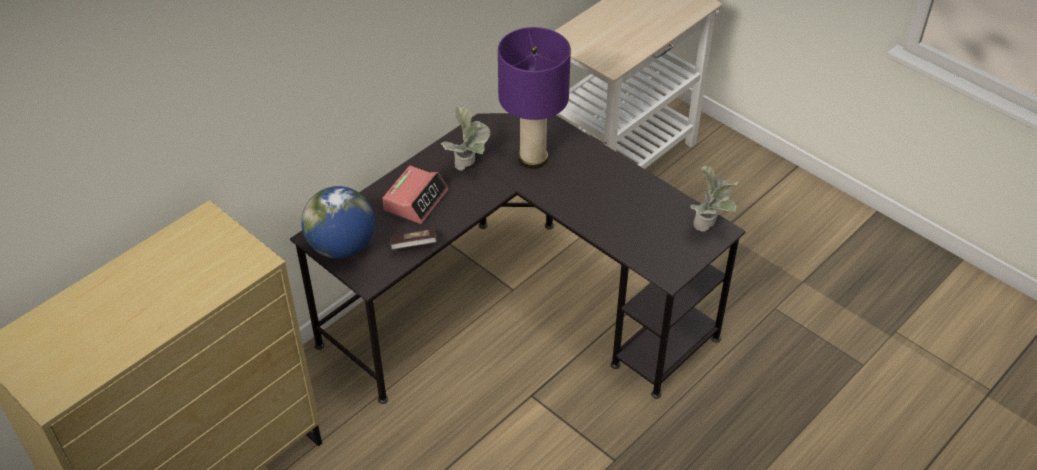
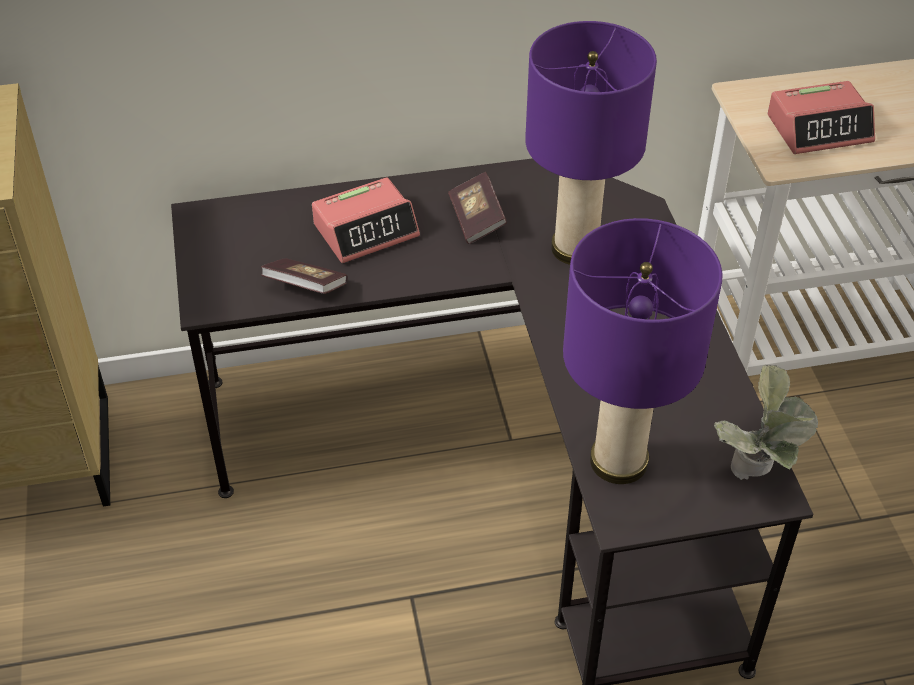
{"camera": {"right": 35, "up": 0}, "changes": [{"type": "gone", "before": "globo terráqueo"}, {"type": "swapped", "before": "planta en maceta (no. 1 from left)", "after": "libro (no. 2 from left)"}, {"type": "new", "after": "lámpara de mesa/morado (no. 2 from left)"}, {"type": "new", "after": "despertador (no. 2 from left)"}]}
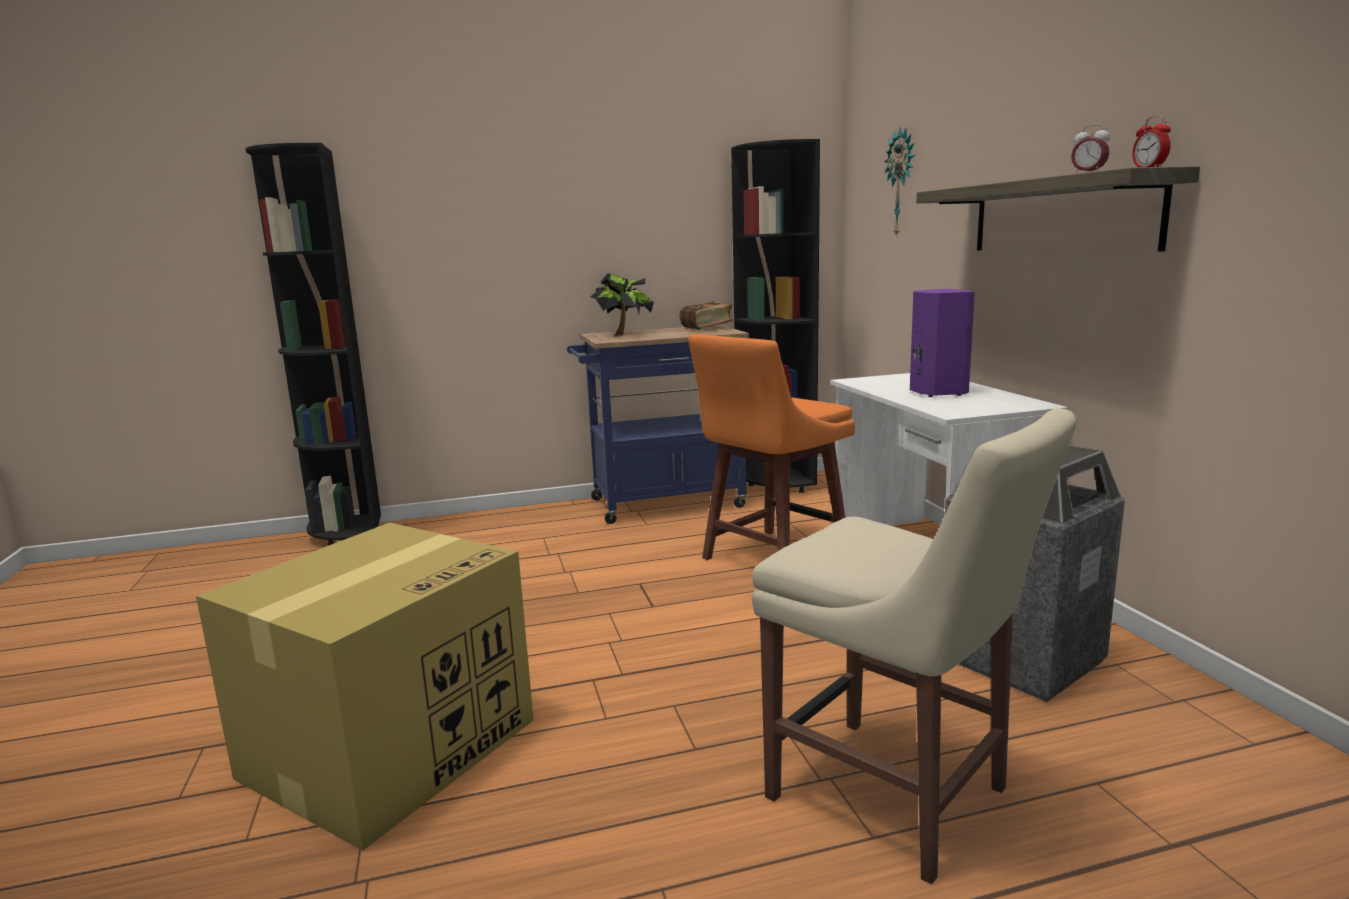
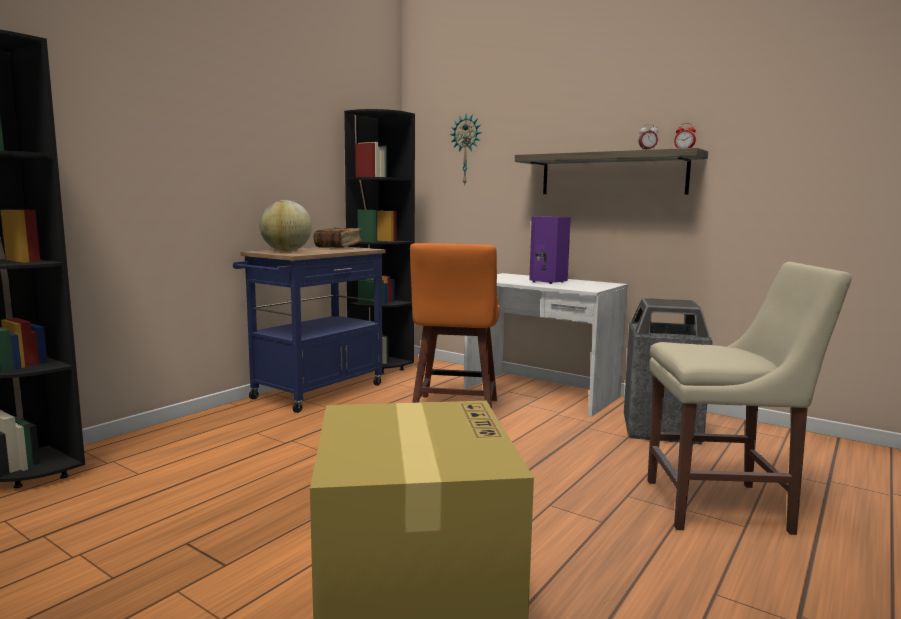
{"camera": {"right": -40, "up": -5}, "changes": [{"type": "swapped", "before": "planta en maceta", "after": "globo terráqueo"}]}
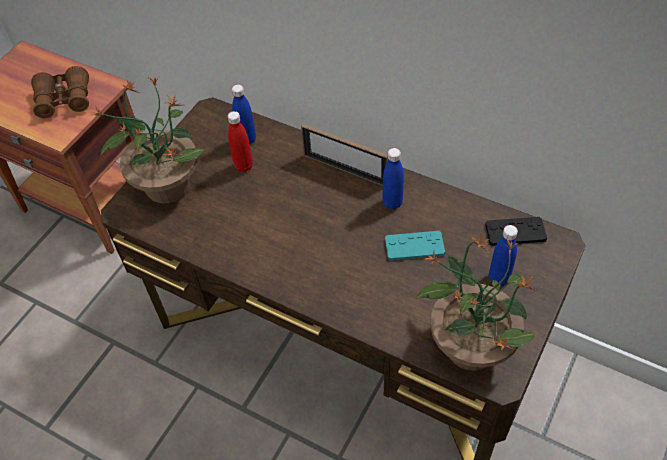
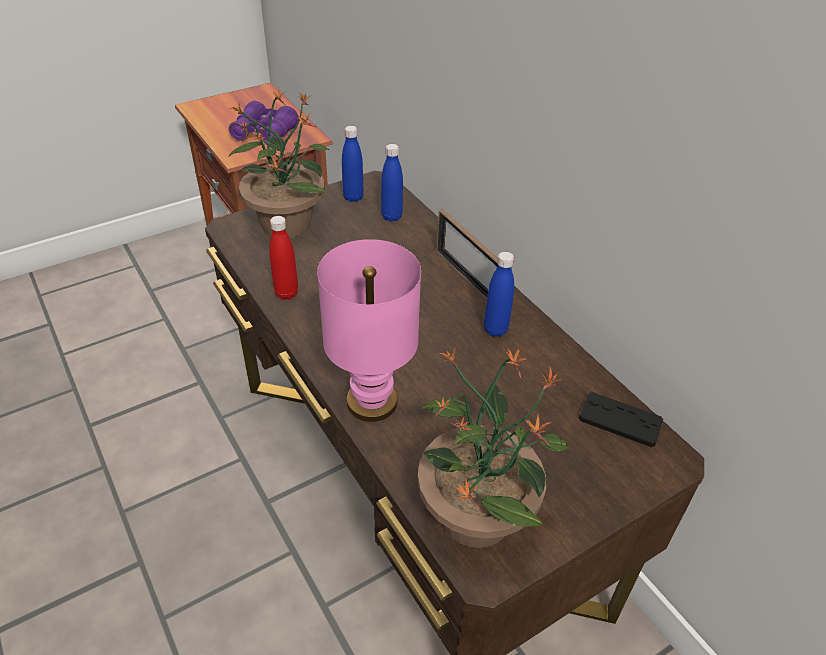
{"camera": {"right": 25, "up": -10}, "changes": [{"type": "repainted", "before": "prismáticos/marrón", "after": "prismáticos/morado"}, {"type": "shifted", "before": "botella/rojo"}, {"type": "gone", "before": "mando de consola/turquesa"}, {"type": "shifted", "before": "botella/azul (no. 3 from left in the first image)", "after": "botella/azul (no. 1 from left)"}, {"type": "new", "after": "lámpara de mesa/rosa"}]}
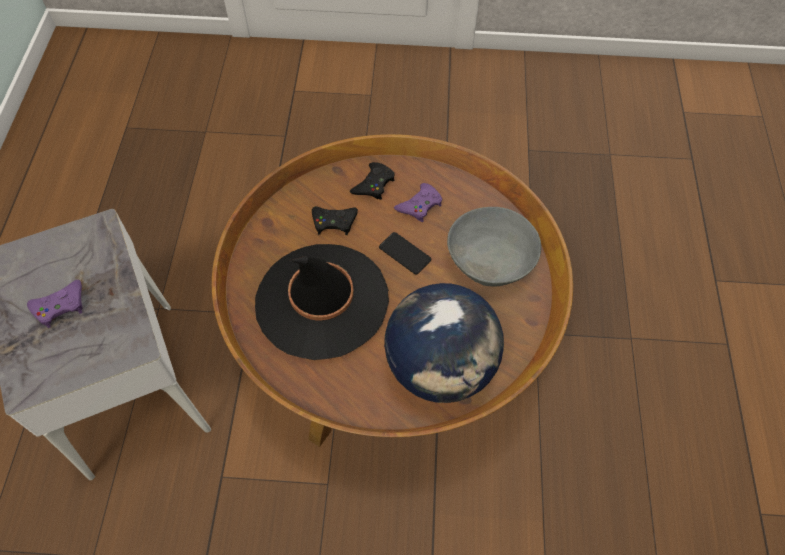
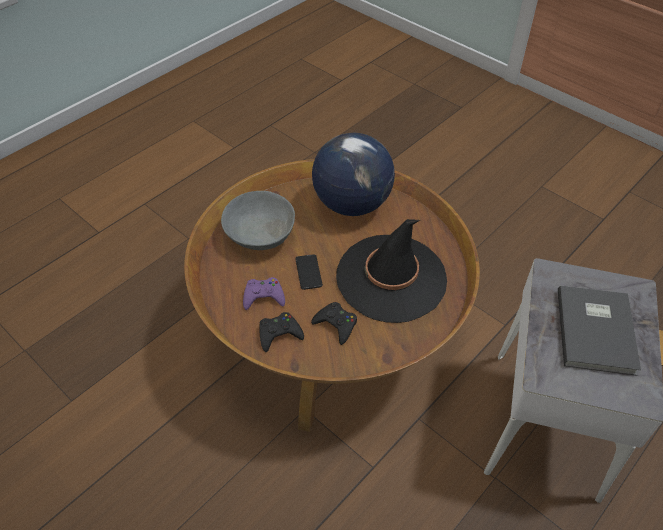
{"camera": {"right": -140, "up": -10}, "changes": [{"type": "swapped", "before": "mando de consola/morado (no. 1 from left)", "after": "libro/gris"}]}
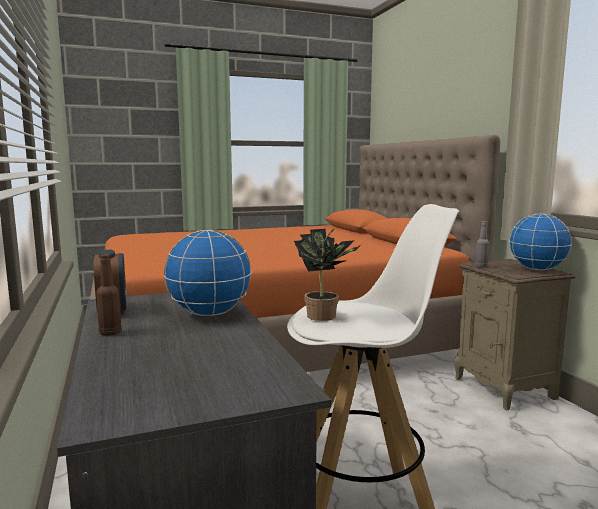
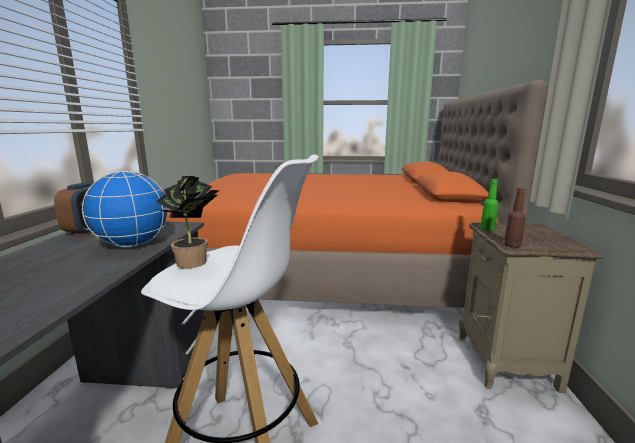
{"camera": {"right": 25, "up": 5}, "changes": [{"type": "shifted", "before": "botella/marrón"}, {"type": "repainted", "before": "botella/gris", "after": "botella/verde"}, {"type": "gone", "before": "globo terráqueo (no. 2 from left)"}]}
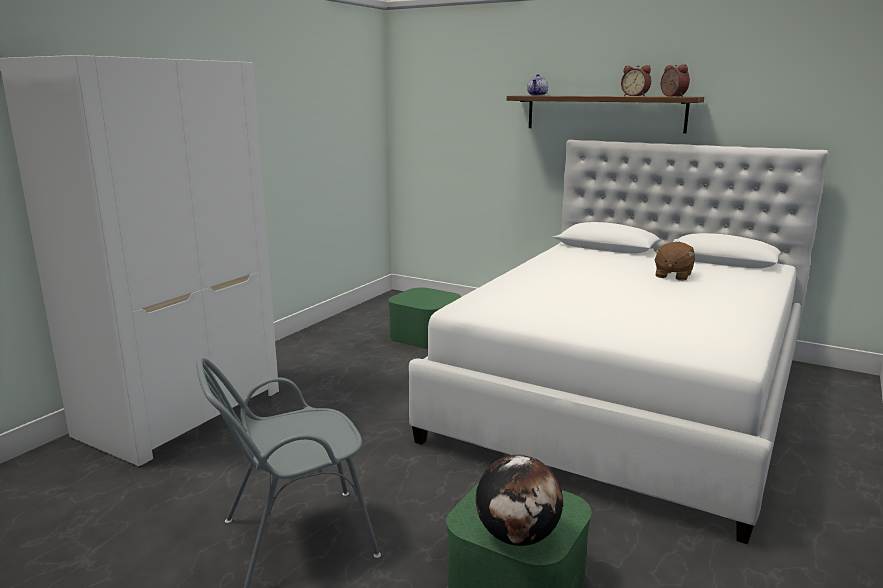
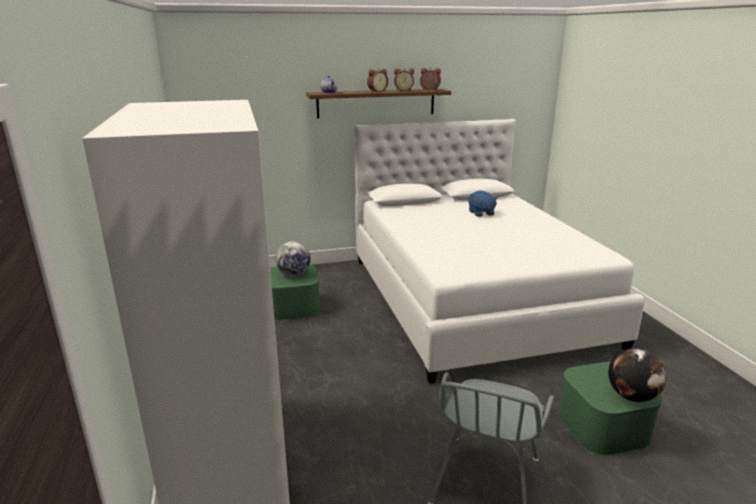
{"camera": {"right": -45, "up": 5}, "changes": [{"type": "repainted", "before": "peluche/marrón", "after": "peluche/azul"}, {"type": "new", "after": "globo terráqueo (no. 1 from left)"}, {"type": "new", "after": "despertador (no. 1 from left)"}]}
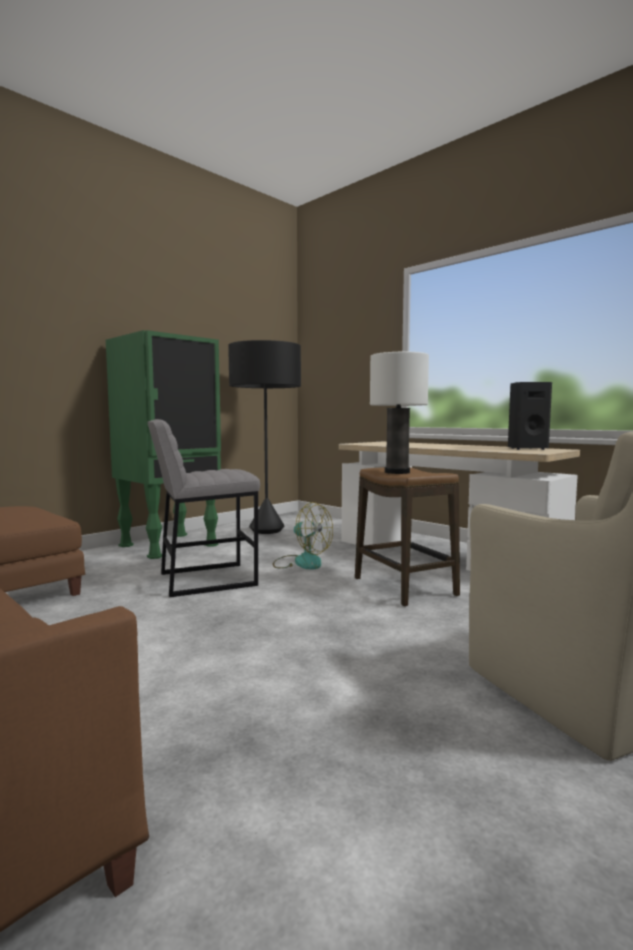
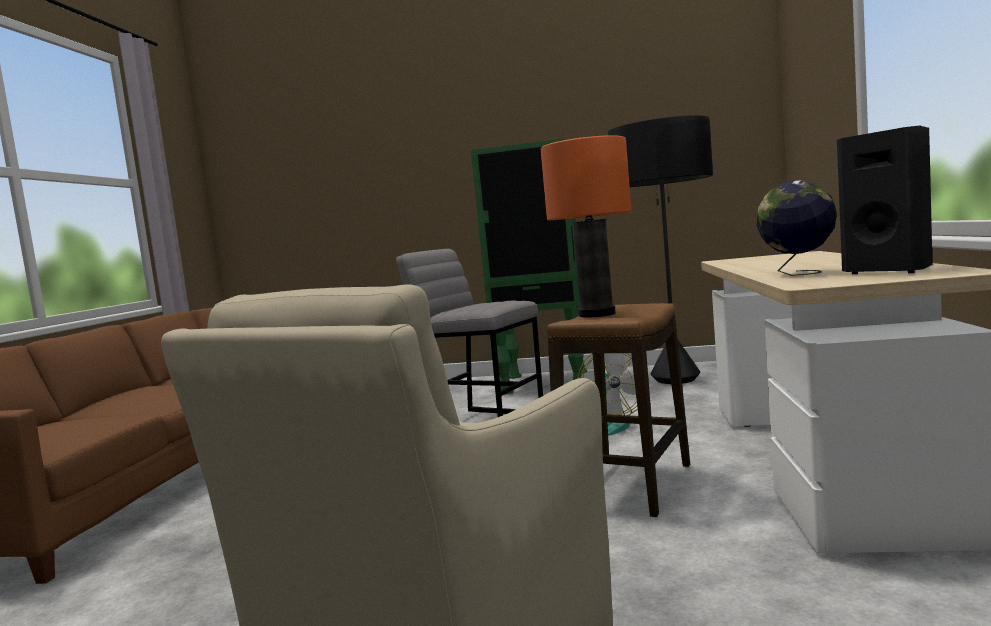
{"camera": {"right": 55, "up": 0}, "changes": [{"type": "repainted", "before": "lámpara de mesa/blanco", "after": "lámpara de mesa/naranja"}, {"type": "new", "after": "globo terráqueo"}]}
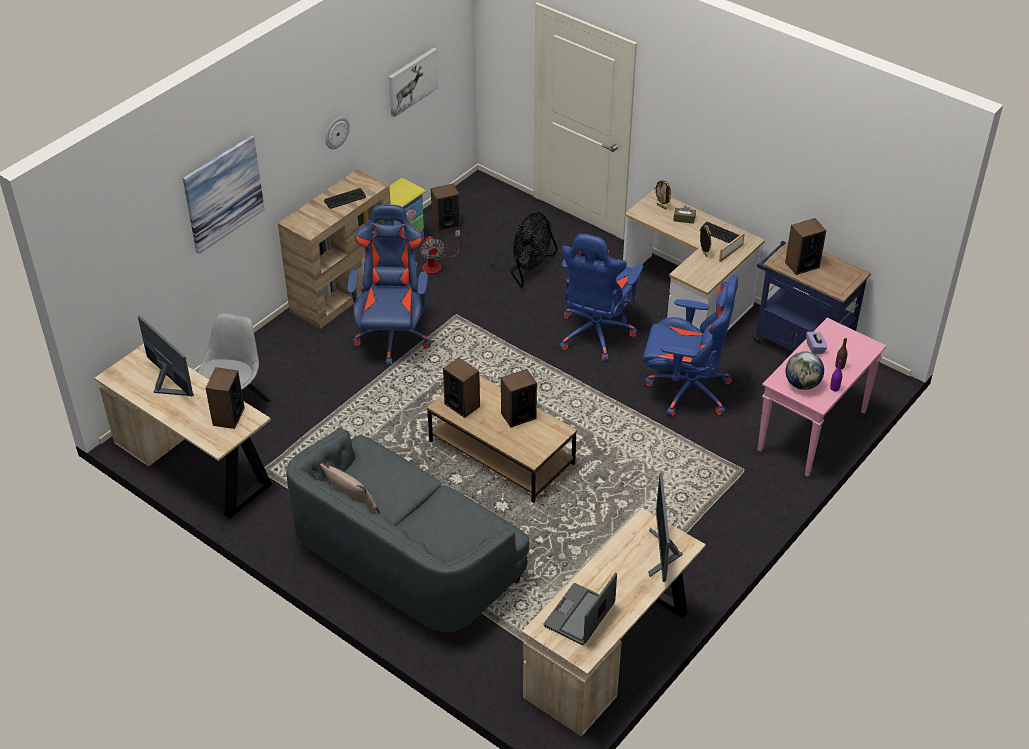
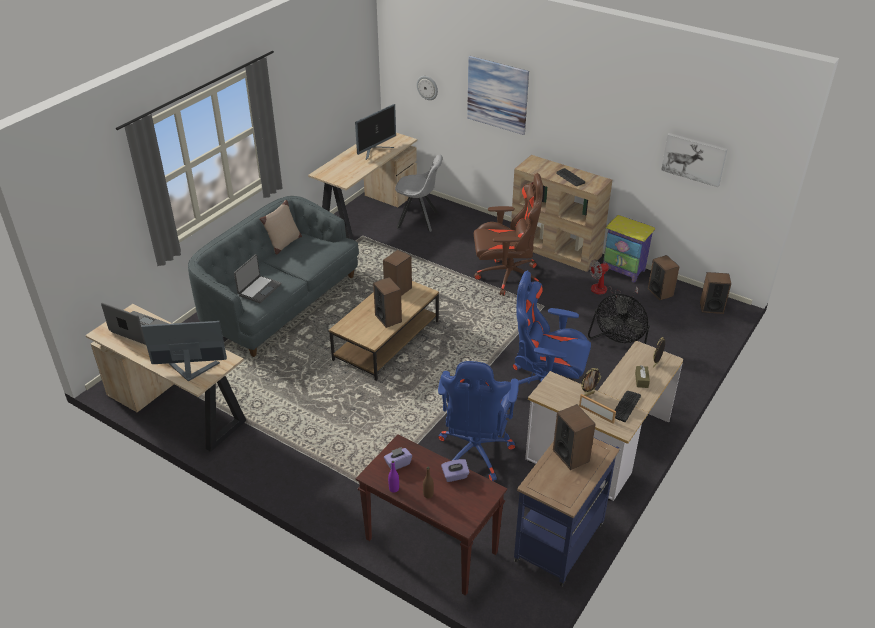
{"camera": {"right": 85, "up": -5}, "changes": [{"type": "shifted", "before": "altavoz (no. 1 from left in the first image)", "after": "altavoz (no. 5 from left)"}, {"type": "shifted", "before": "reloj de pared"}, {"type": "repainted", "before": "silla de oficina/azul (no. 1 from left)", "after": "silla de oficina/marrón"}, {"type": "repainted", "before": "mesa consola/rosa", "after": "mesa consola/marrón"}, {"type": "swapped", "before": "globo terráqueo", "after": "caja de pañuelos/morado (no. 1 from left)"}, {"type": "new", "after": "portátil (no. 2 from left)"}]}
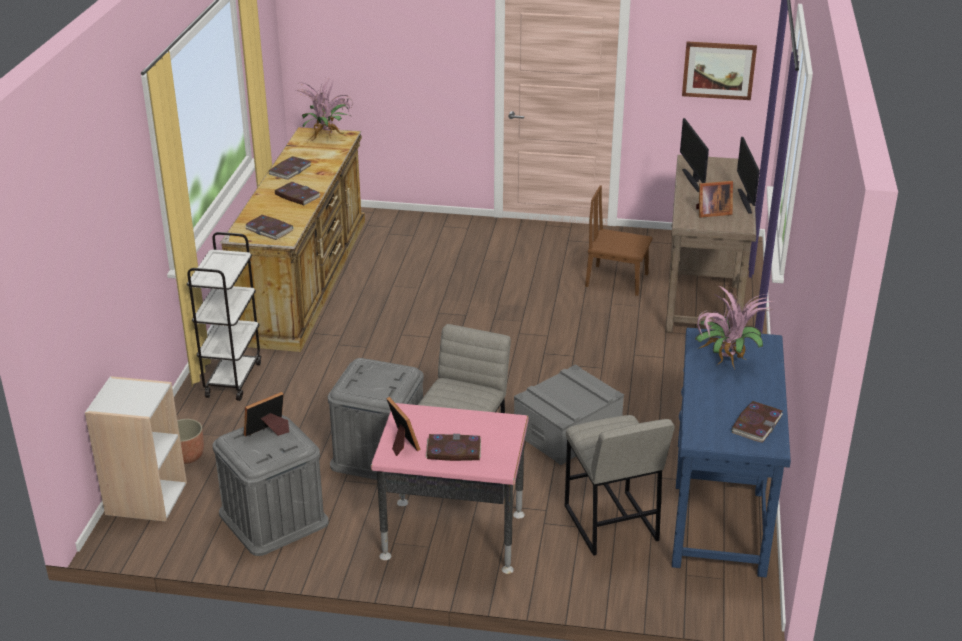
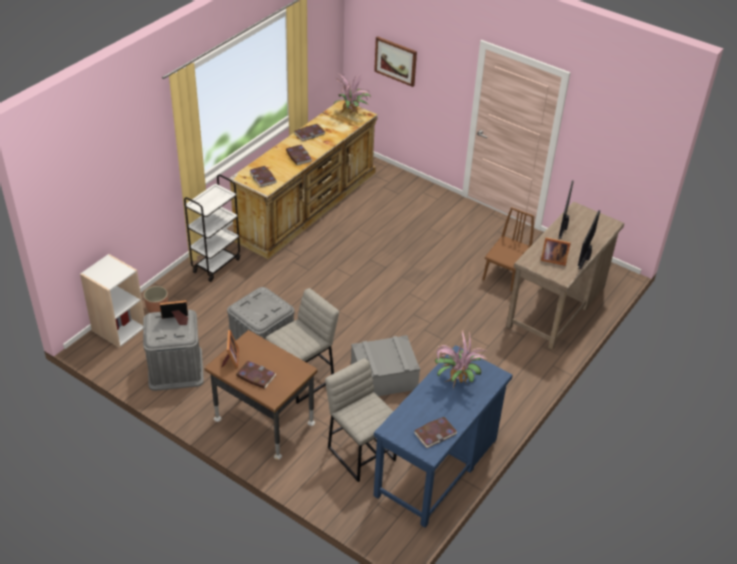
{"camera": {"right": 25, "up": 10}, "changes": [{"type": "repainted", "before": "escritorio/rosa", "after": "escritorio/marrón (no. 1 from left)"}, {"type": "rotated", "before": "silla/gris (no. 2 from left)", "turn": 135}, {"type": "rotated", "before": "silla/marrón", "turn": 75}, {"type": "shifted", "before": "cuadro"}]}
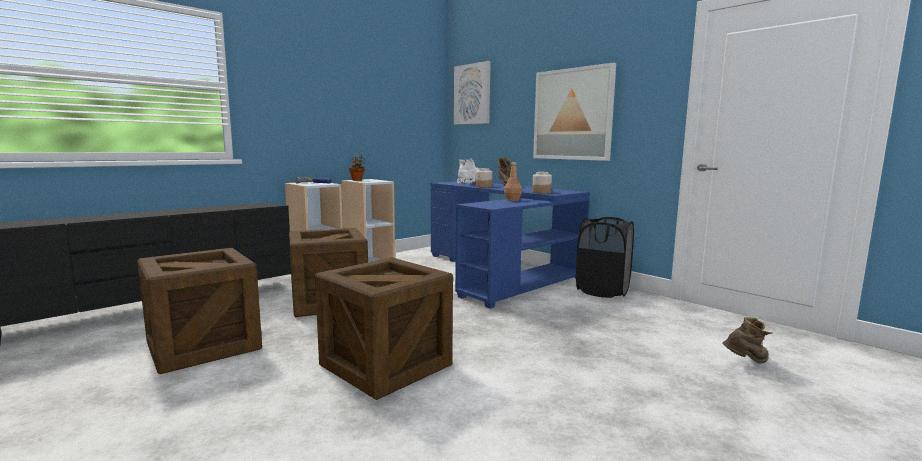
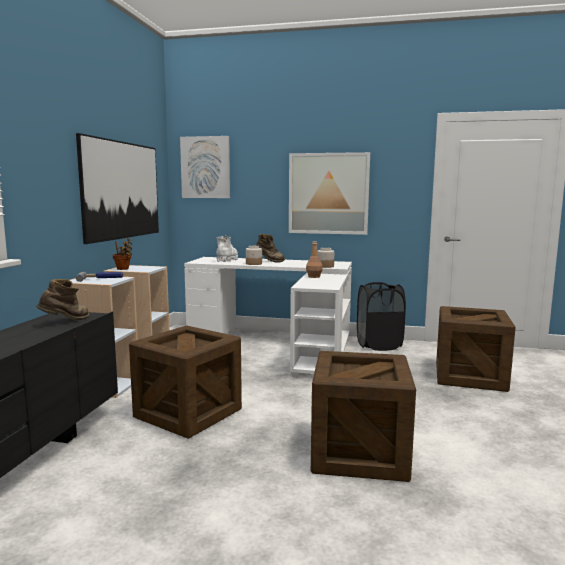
{"camera": {"right": -35, "up": 0}, "changes": [{"type": "shifted", "before": "caja de embalaje (no. 1 from left in the first image)", "after": "caja de embalaje (no. 3 from left)"}, {"type": "repainted", "before": "escritorio/azul", "after": "escritorio/blanco"}, {"type": "shifted", "before": "bota/marrón (no. 2 from left in the first image)", "after": "bota/marrón (no. 1 from left)"}, {"type": "new", "after": "cuadro (no. 1 from left)"}]}
